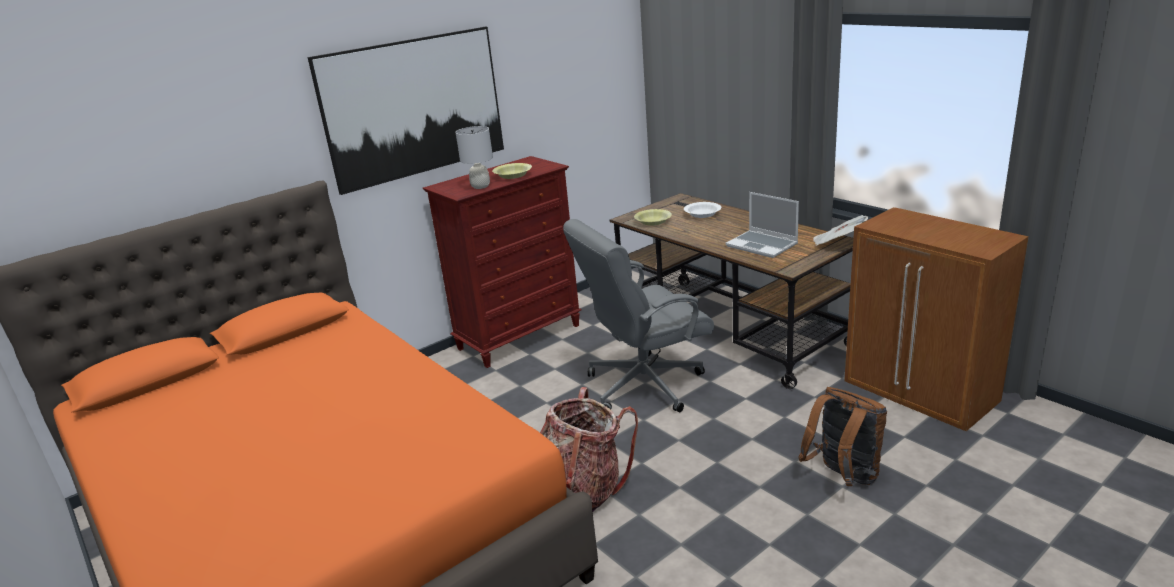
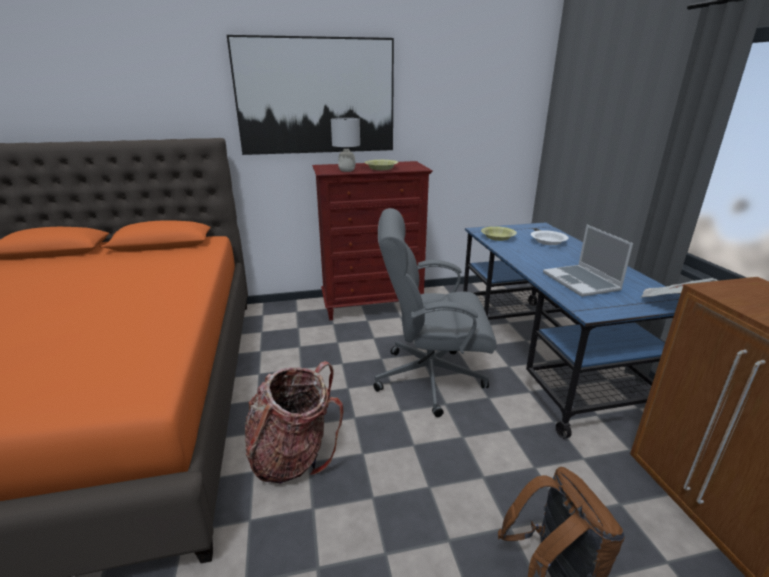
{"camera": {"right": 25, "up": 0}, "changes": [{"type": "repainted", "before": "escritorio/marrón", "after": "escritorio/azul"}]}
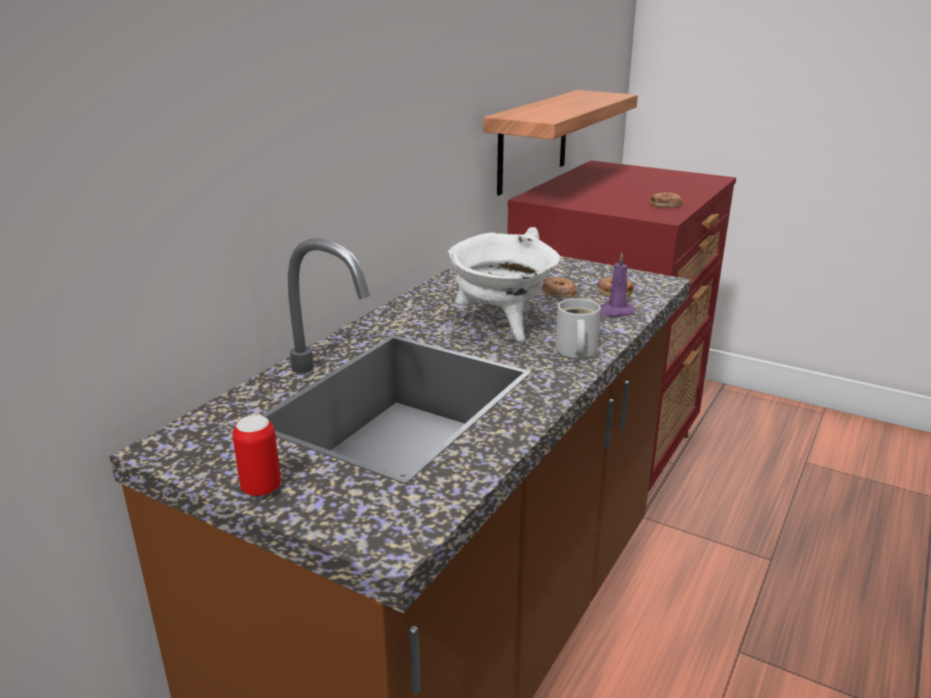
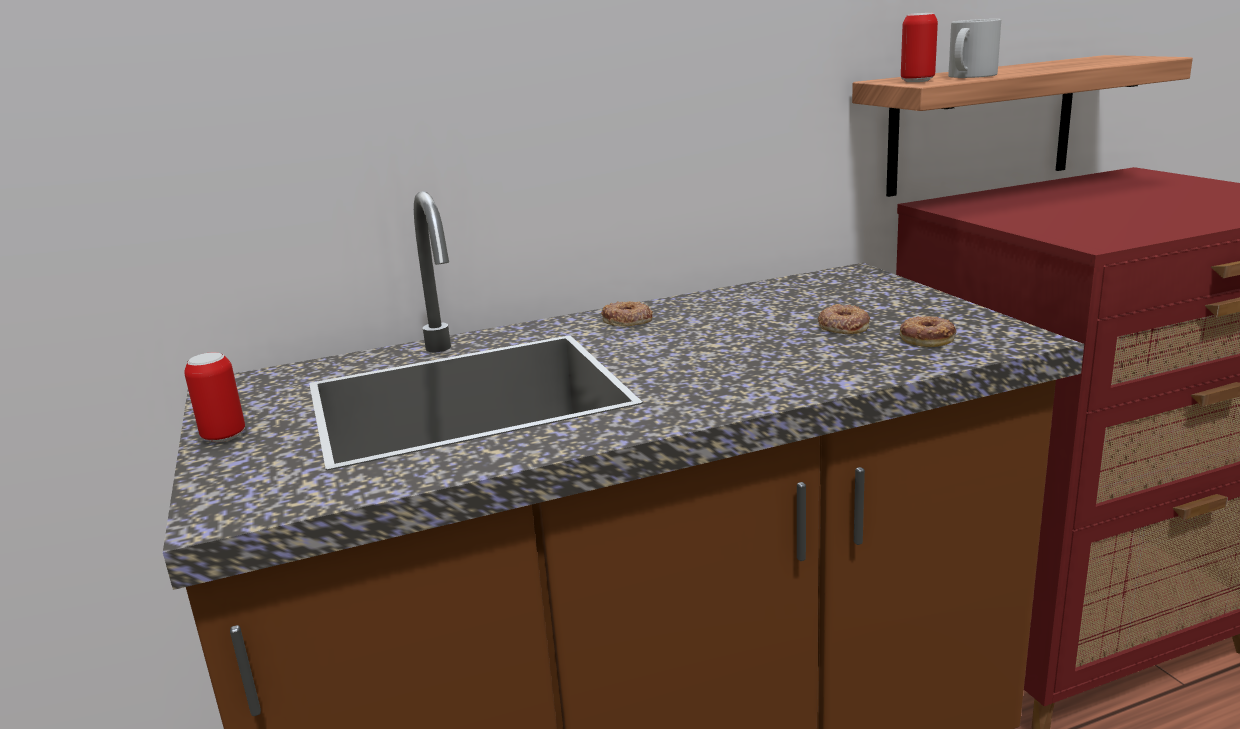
{"camera": {"right": 40, "up": -5}, "changes": [{"type": "gone", "before": "olla/blanco"}, {"type": "shifted", "before": "taza grande/blanco"}, {"type": "gone", "before": "vela/morado"}, {"type": "shifted", "before": "rosquilla (no. 3 from left in the first image)", "after": "rosquilla (no. 1 from left)"}, {"type": "new", "after": "lata (no. 2 from left)"}]}
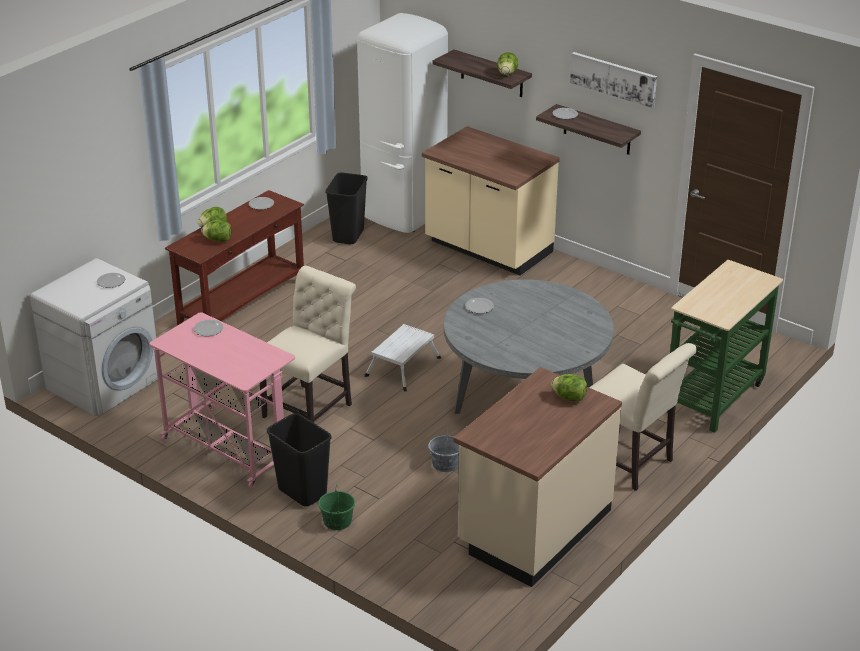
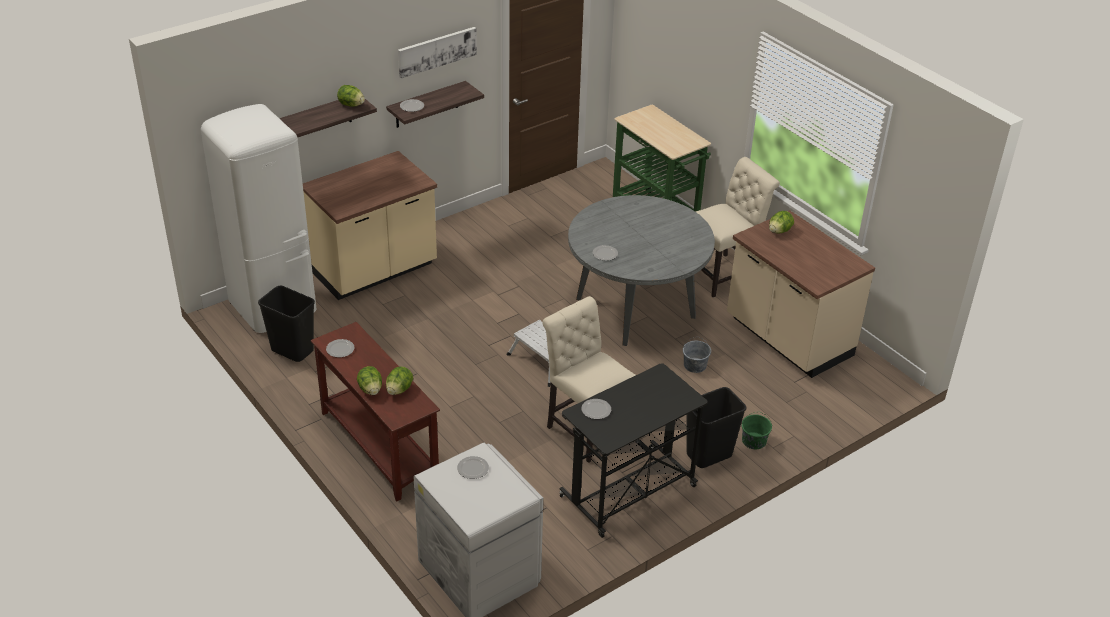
{"camera": {"right": -75, "up": 5}, "changes": [{"type": "repainted", "before": "escritorio/rosa", "after": "escritorio/negro"}]}
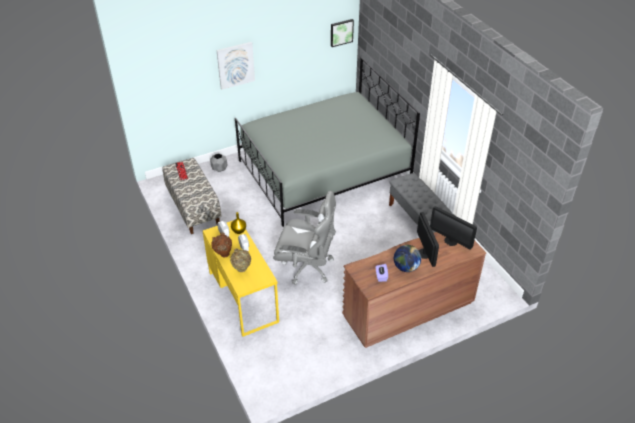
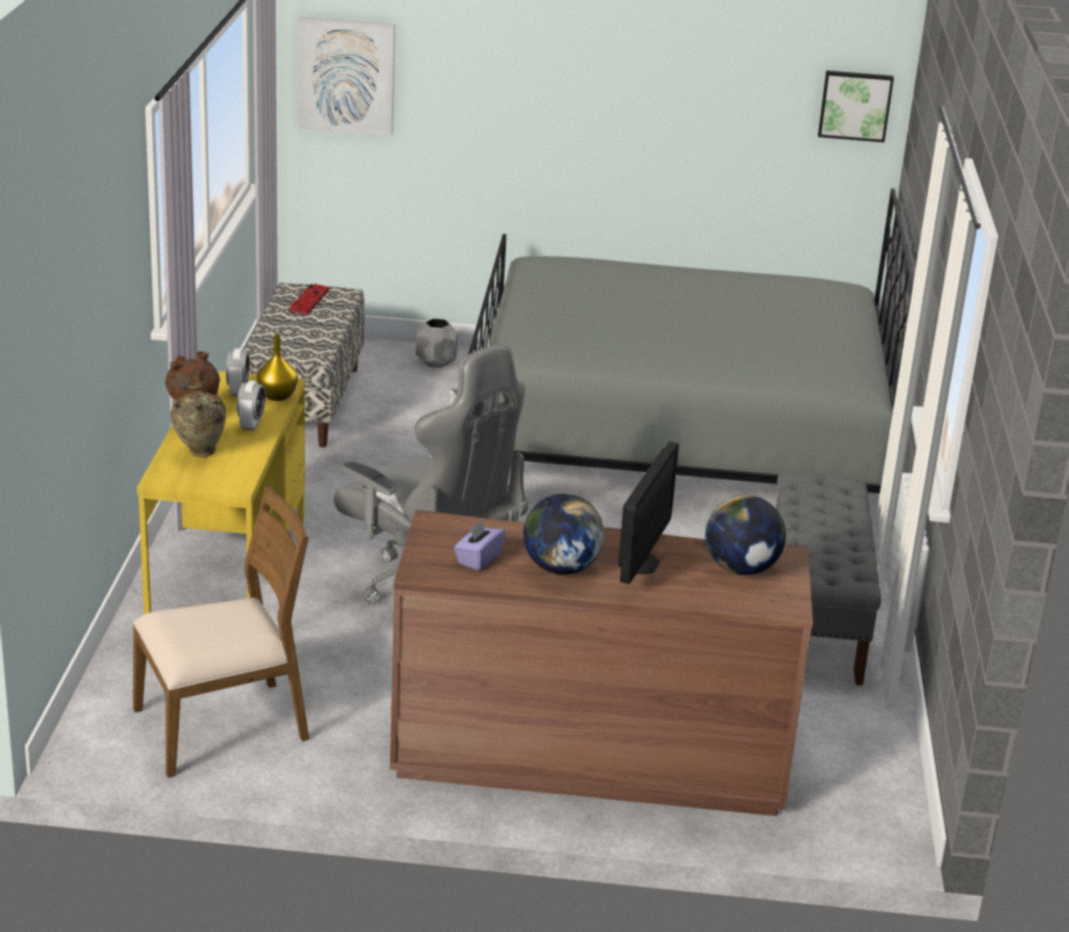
{"camera": {"right": 30, "up": -15}, "changes": [{"type": "shifted", "before": "cuadro (no. 1 from left)"}, {"type": "swapped", "before": "monitor (no. 2 from left)", "after": "globo terráqueo (no. 2 from left)"}, {"type": "new", "after": "silla/marrón"}]}
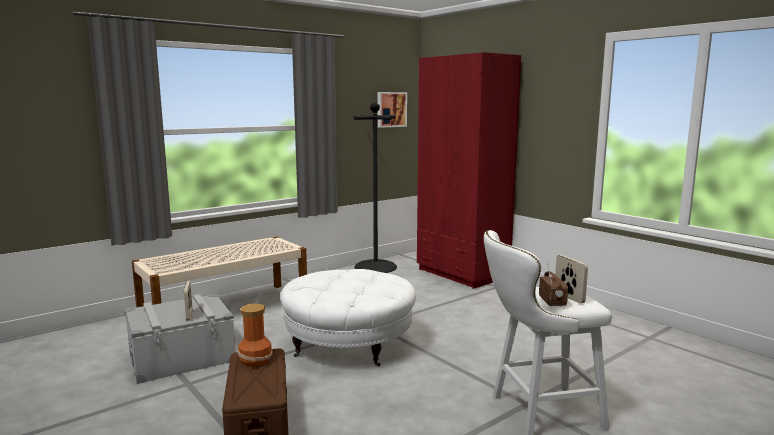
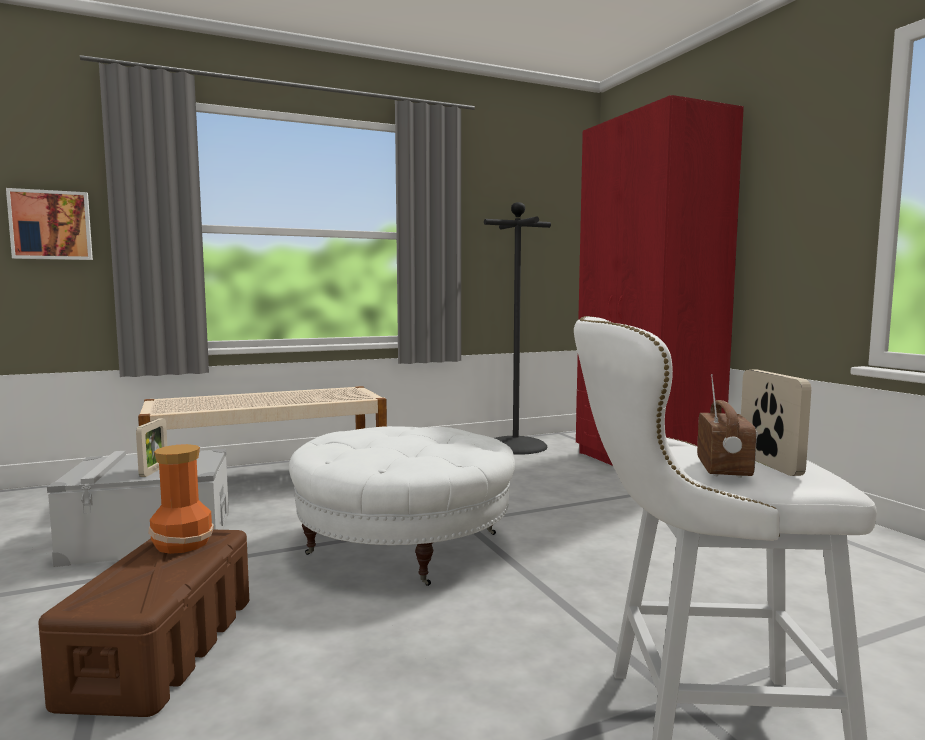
{"camera": {"right": 15, "up": -5}, "changes": [{"type": "shifted", "before": "cuadro"}]}
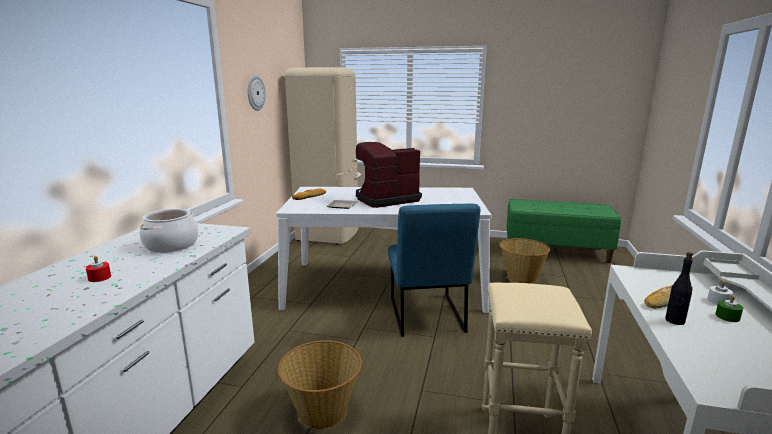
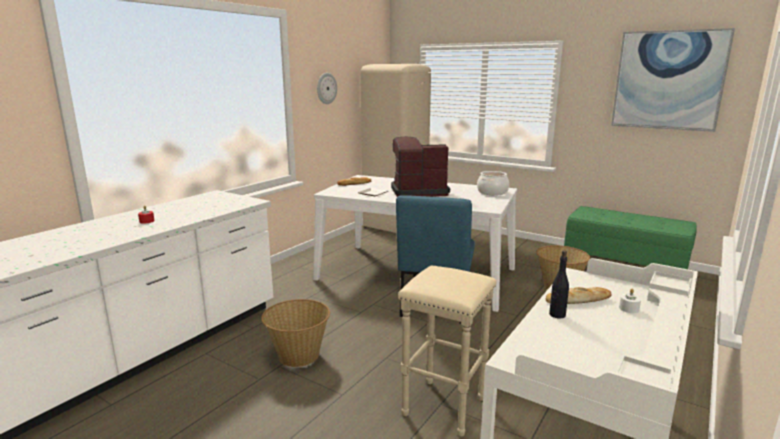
{"camera": {"right": 20, "up": 0}, "changes": [{"type": "shifted", "before": "olla"}, {"type": "gone", "before": "vela/verde"}, {"type": "new", "after": "cuadro"}]}
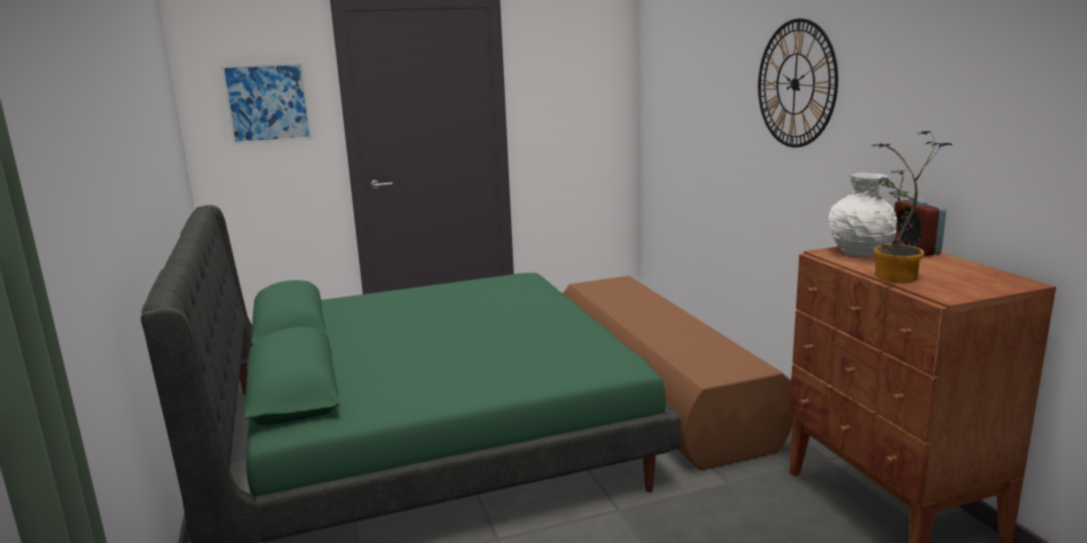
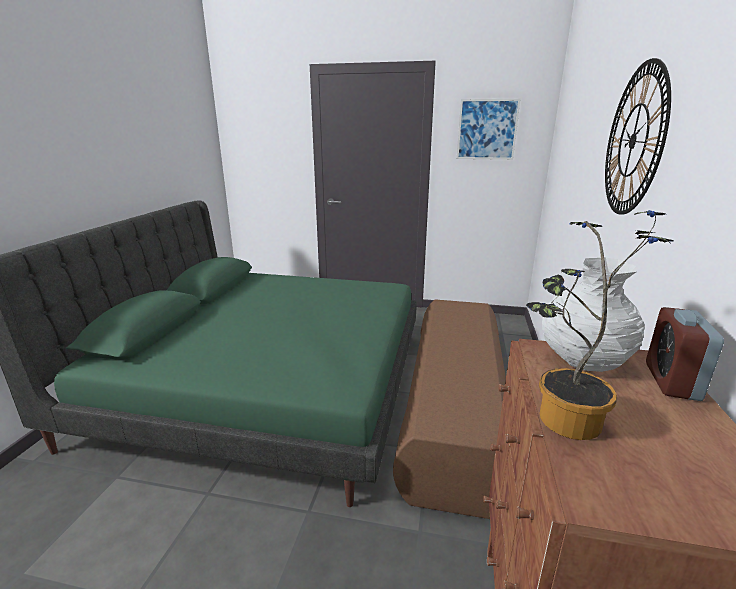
{"camera": {"right": 30, "up": 5}, "changes": [{"type": "shifted", "before": "cuadro"}]}
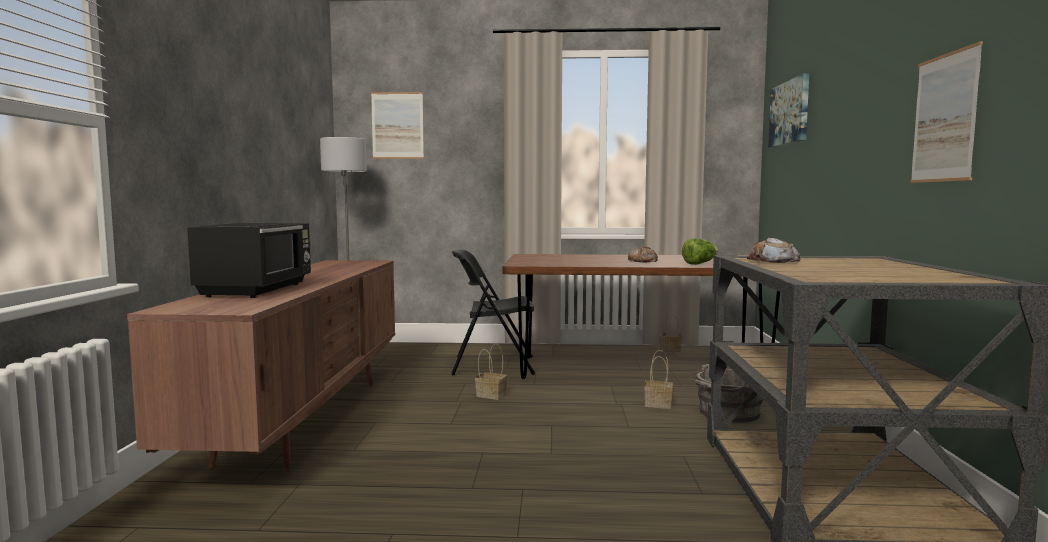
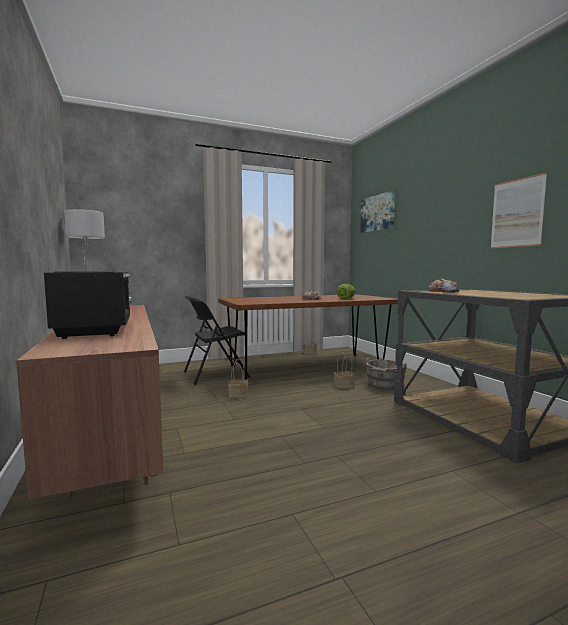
{"camera": {"right": -25, "up": 0}, "changes": [{"type": "gone", "before": "cuadro (no. 1 from left)"}]}
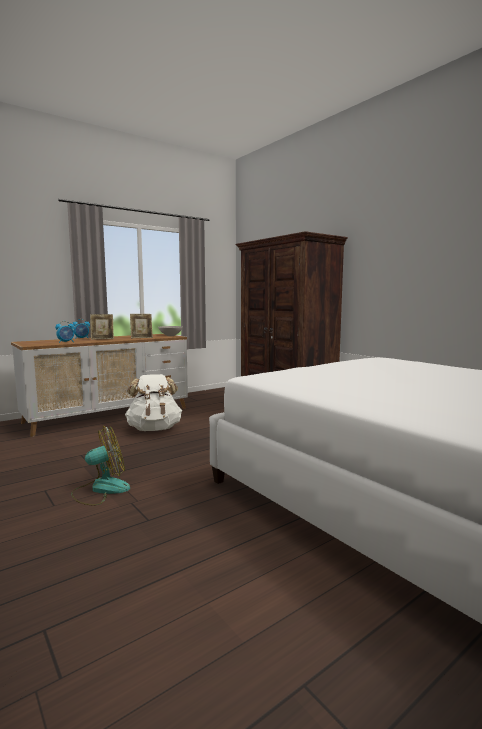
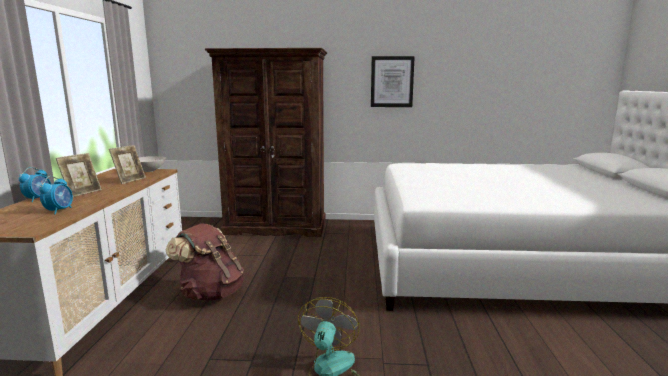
{"camera": {"right": -50, "up": 5}, "changes": [{"type": "repainted", "before": "mochila/blanco", "after": "mochila/marrón"}, {"type": "new", "after": "cuadro"}]}
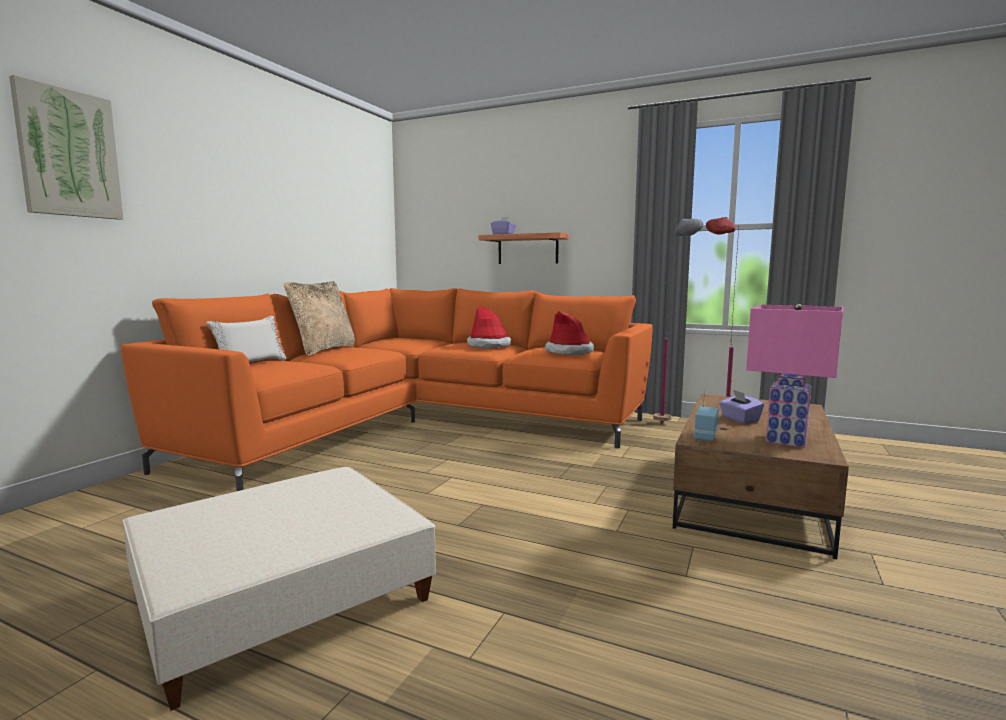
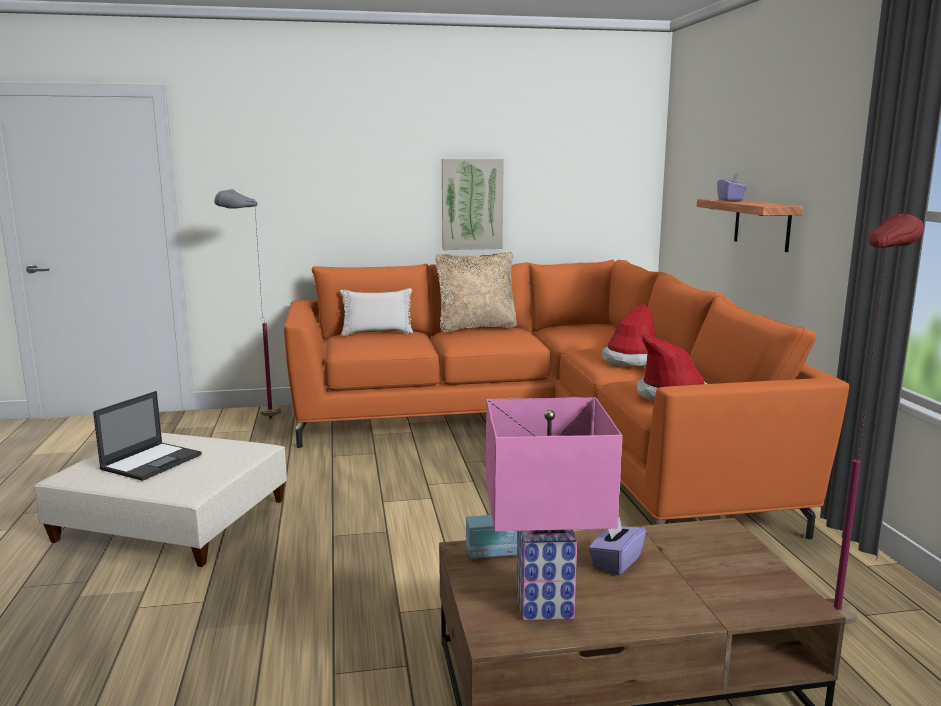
{"camera": {"right": 55, "up": 5}, "changes": [{"type": "shifted", "before": "cuadro"}, {"type": "shifted", "before": "lámpara de pie/gris"}, {"type": "new", "after": "portátil"}]}
